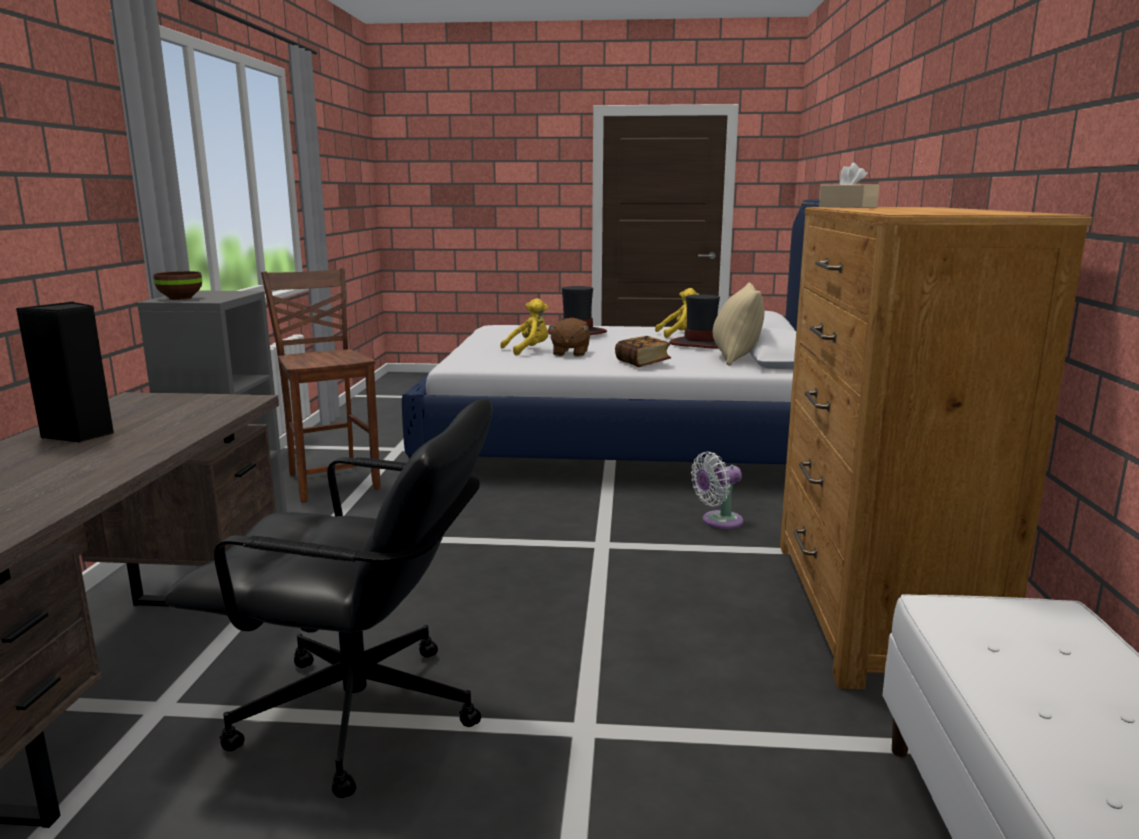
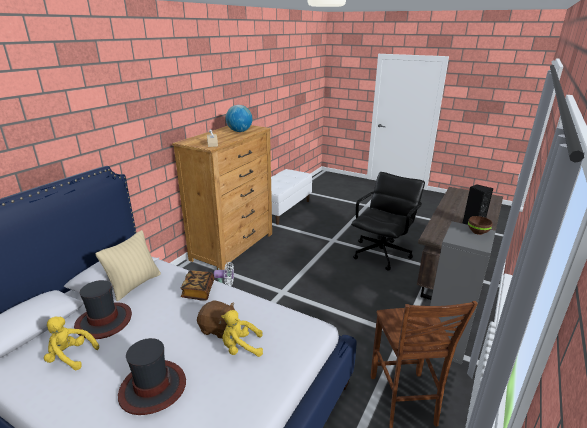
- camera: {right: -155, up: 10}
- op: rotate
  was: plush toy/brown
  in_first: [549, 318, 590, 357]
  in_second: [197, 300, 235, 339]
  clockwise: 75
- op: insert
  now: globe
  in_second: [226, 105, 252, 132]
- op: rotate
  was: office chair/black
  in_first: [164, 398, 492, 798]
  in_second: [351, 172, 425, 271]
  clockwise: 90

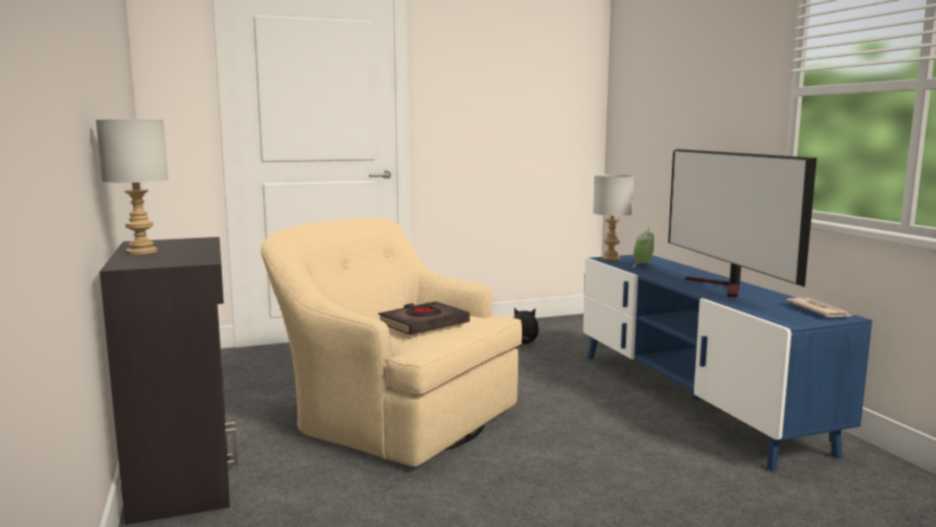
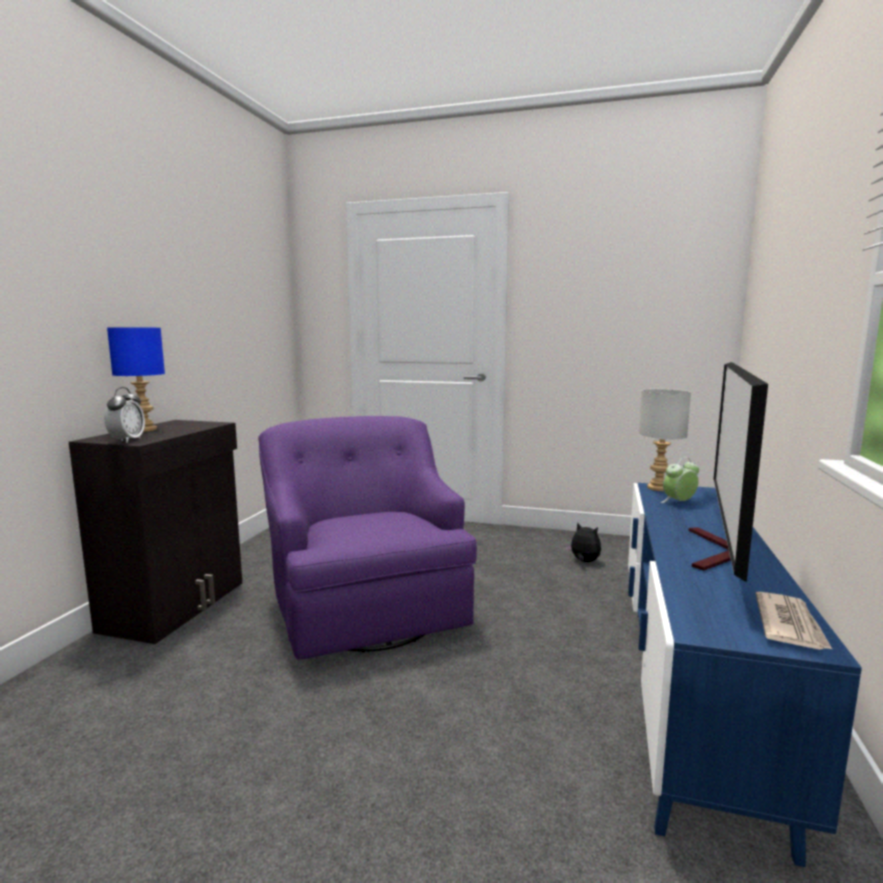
- camera: {right: 35, up: 0}
- op: insert
  now: alarm clock
  in_second: [104, 387, 145, 443]
- op: recolor
  was: table lamp/grey
  now: table lamp/blue
  in_first: [96, 120, 168, 255]
  in_second: [107, 327, 165, 432]
- op: recolor
  was: armchair/beige
  now: armchair/purple
  in_first: [260, 217, 522, 467]
  in_second: [258, 416, 477, 660]
- op: delete
  was: book/black
  in_first: [378, 301, 470, 335]

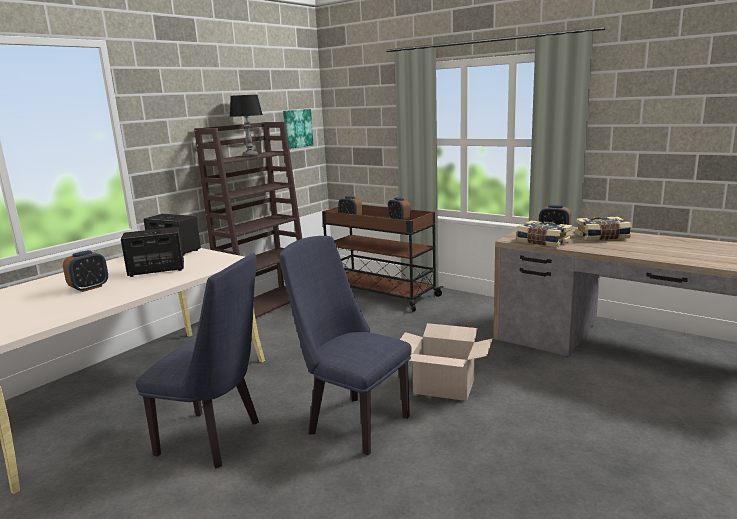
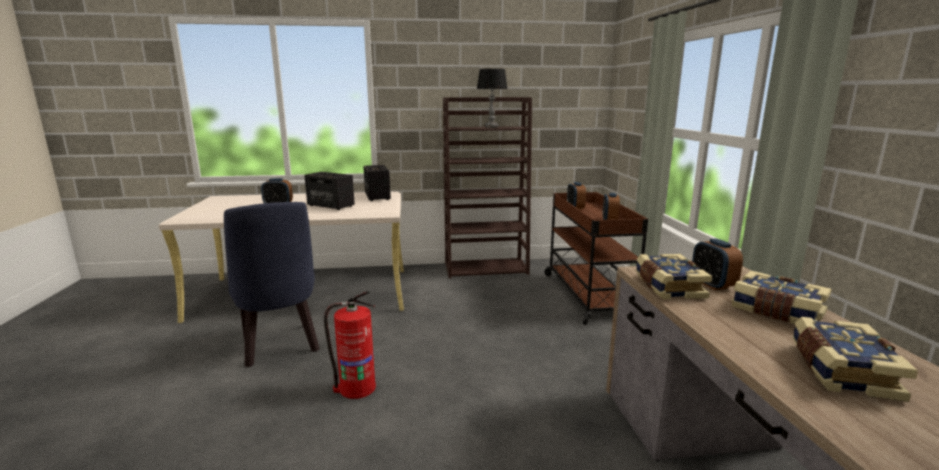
- camera: {right: 45, up: 0}
- op: replace
  was: chair/blue
  now: fire extinguisher
  in_first: [279, 236, 412, 455]
  in_second: [324, 291, 376, 399]
- op: insert
  now: book
  in_second: [792, 317, 918, 402]
- op: delete
  was: picture
  in_first: [283, 109, 314, 149]
- op: delete
  was: cardboard box
  in_first: [400, 323, 493, 401]

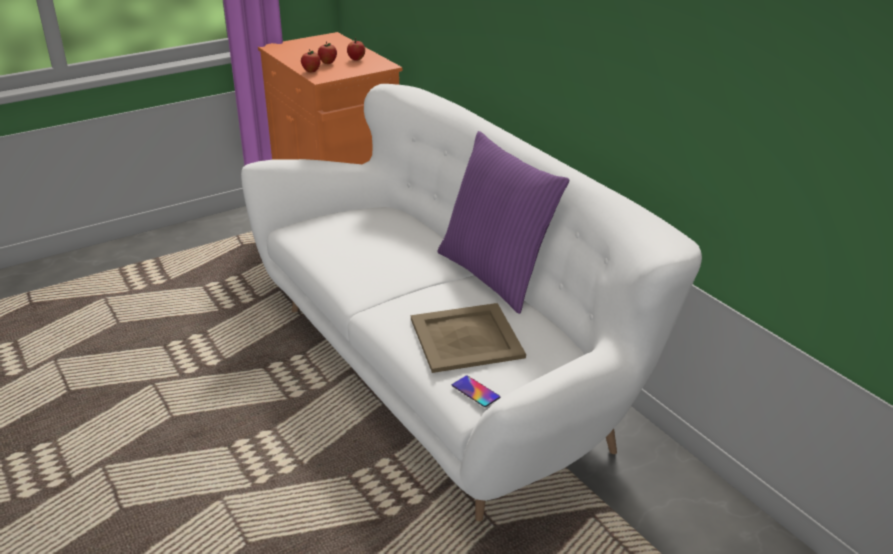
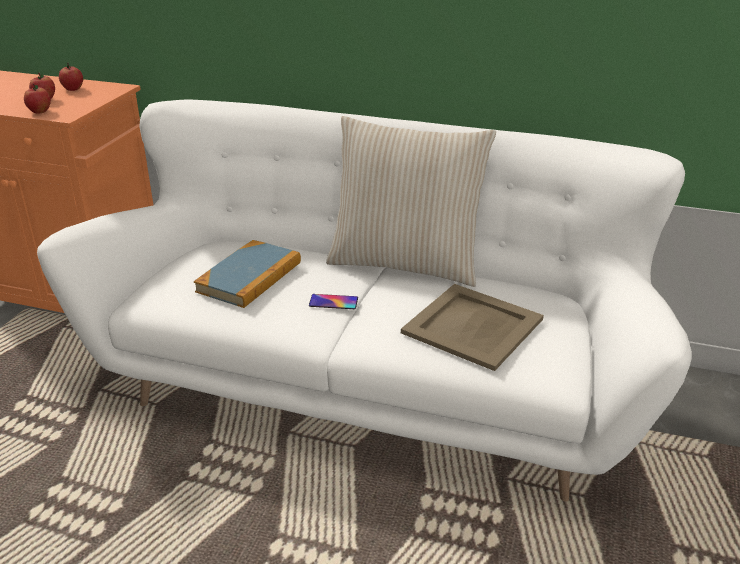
- camera: {right: -40, up: 0}
- op: insert
  now: book
  in_second: [194, 240, 301, 308]
- op: move
  was: phone
  in_first: [452, 376, 501, 407]
  in_second: [309, 294, 358, 309]
- op: recolor
  was: pillow/purple
  now: pillow/beige
  in_first: [438, 131, 569, 314]
  in_second: [326, 116, 496, 287]

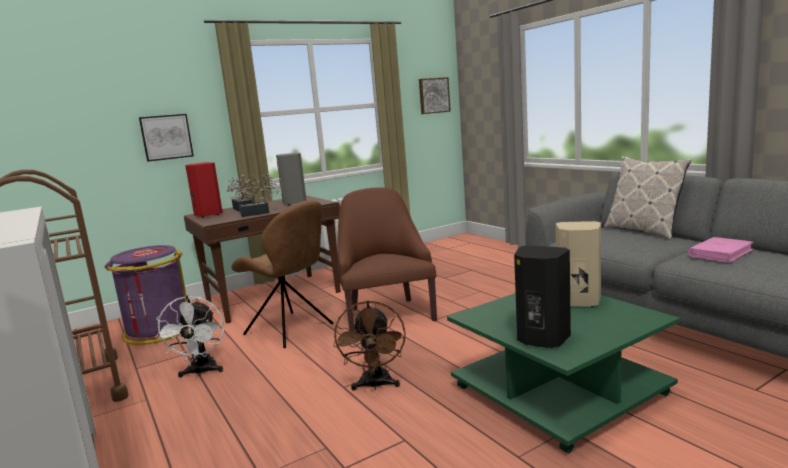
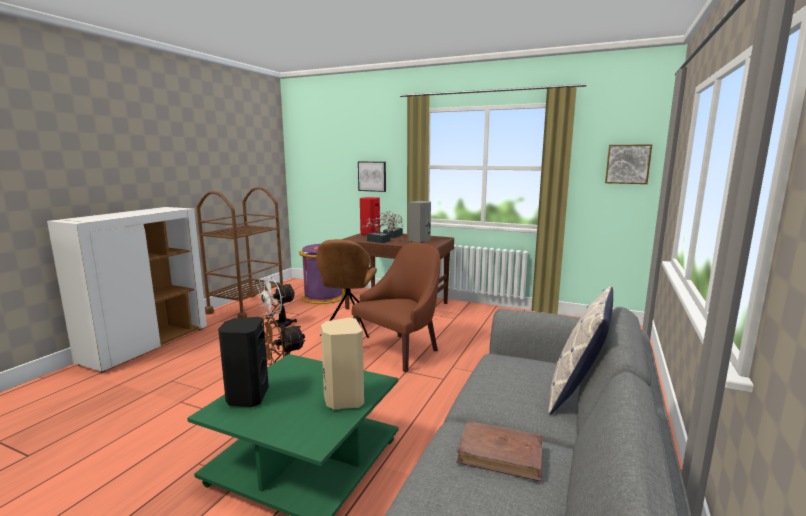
- camera: {right: 55, up: 0}
- op: recolor
  was: book/pink
  now: book/brown
  in_first: [688, 237, 754, 263]
  in_second: [456, 421, 543, 482]

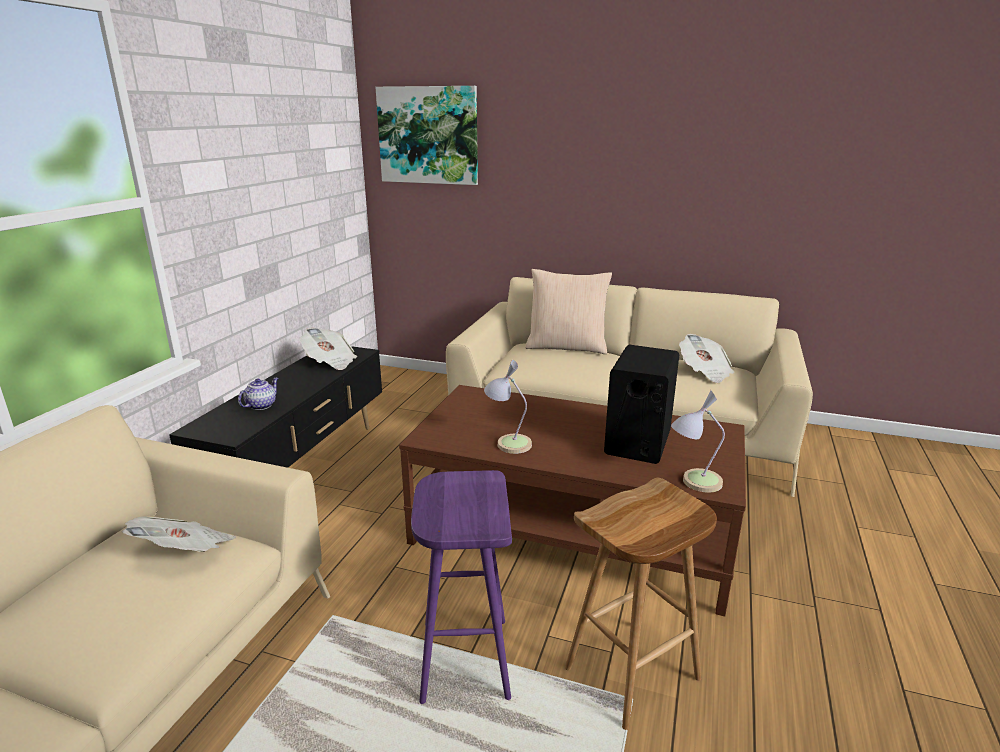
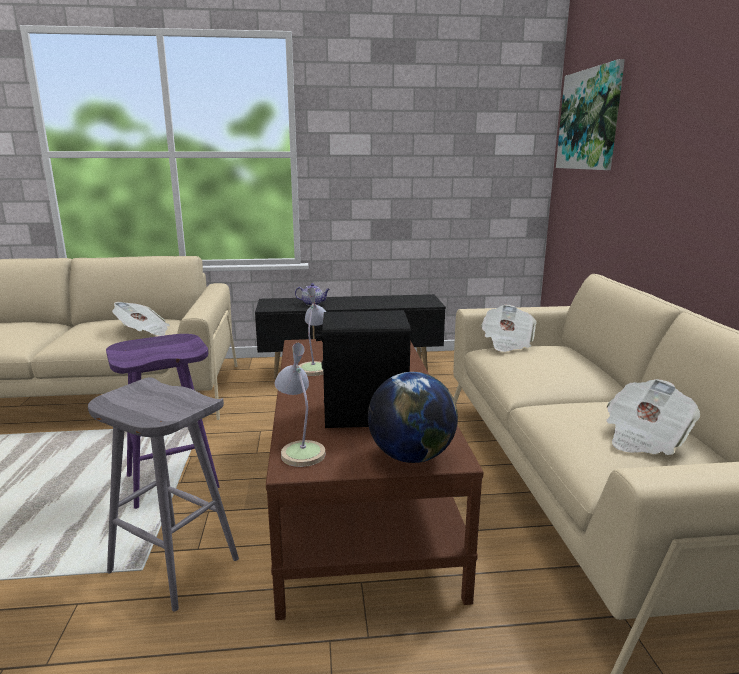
- camera: {right: 65, up: -5}
- op: recolor
  was: stool/brown
  now: stool/grey
  in_first: [565, 478, 717, 730]
  in_second: [88, 377, 239, 611]
- op: insert
  now: globe
  in_second: [368, 372, 458, 463]
- op: move
  was: newspaper
  in_first: [300, 327, 357, 370]
  in_second: [481, 305, 537, 352]
- op: delete
  was: pillow/beige
  in_first: [525, 269, 612, 354]

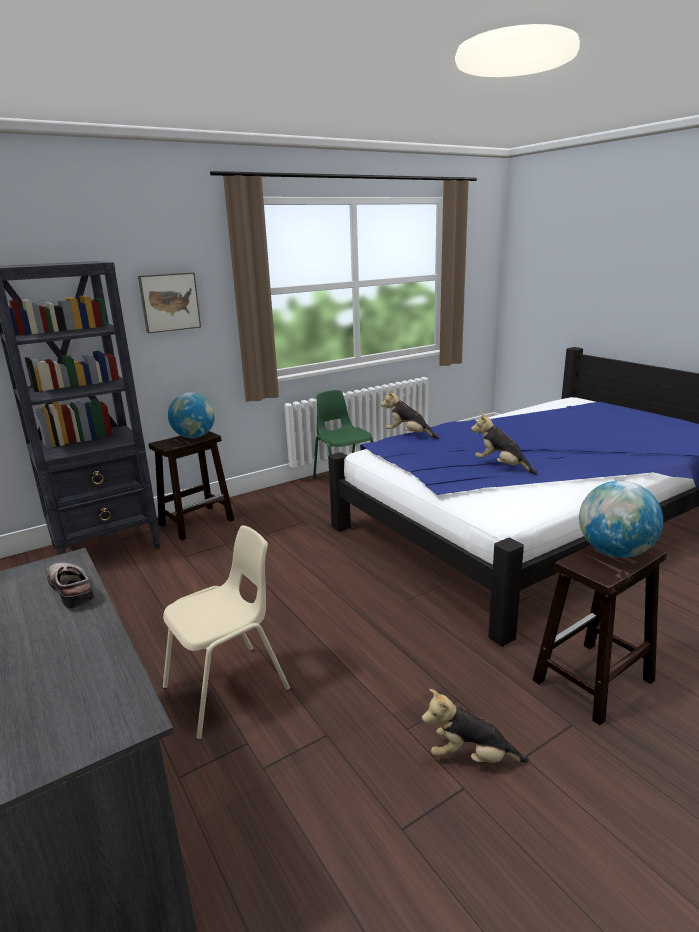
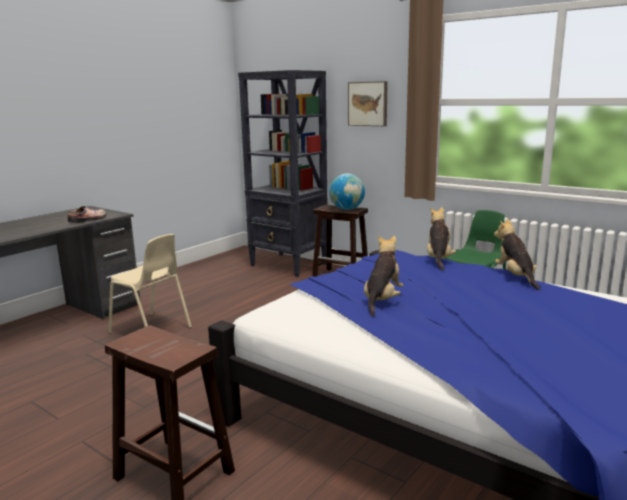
- camera: {right: 70, up: -5}
- op: move
  was: plush toy
  in_first: [422, 689, 529, 763]
  in_second: [494, 219, 541, 290]
- op: delete
  was: globe
  in_first: [579, 481, 663, 558]

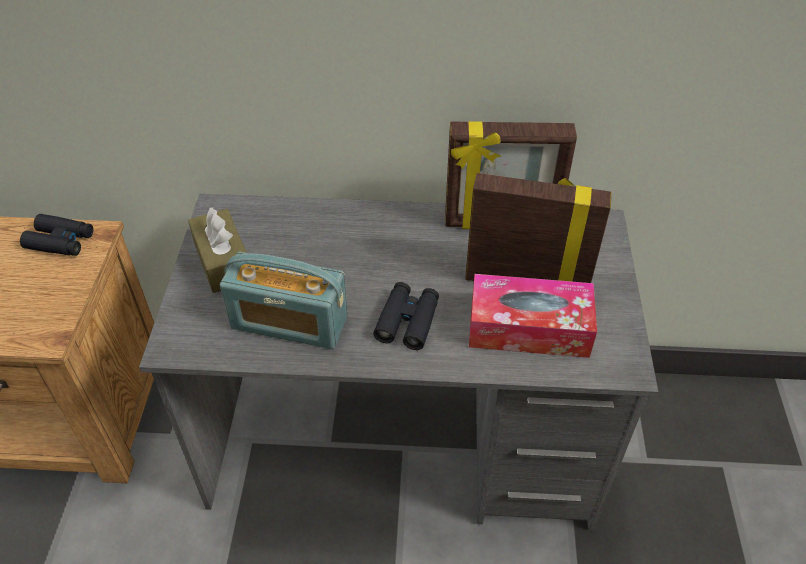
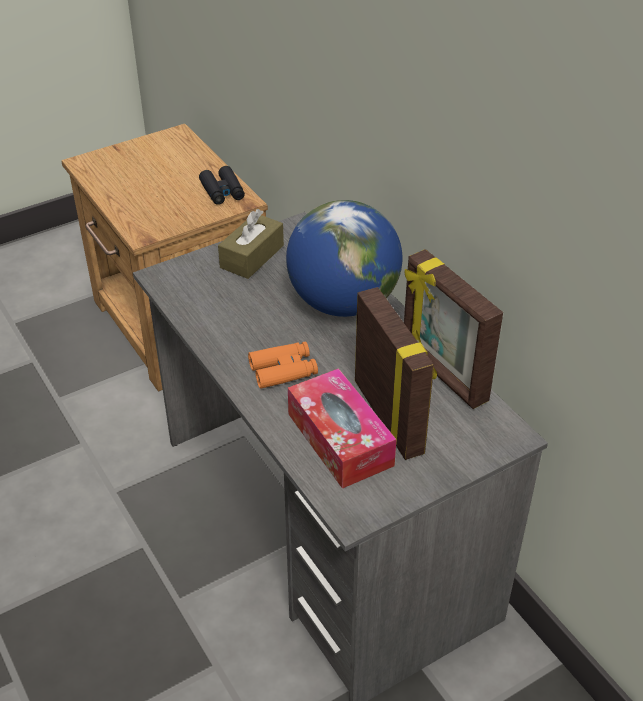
- camera: {right: 55, up: -5}
- op: recolor
  was: binoculars/black
  now: binoculars/orange
  in_first: [373, 282, 439, 350]
  in_second: [248, 342, 318, 389]
- op: insert
  now: globe
  in_second: [286, 200, 402, 317]
- op: delete
  was: radio
  in_first: [220, 252, 348, 349]

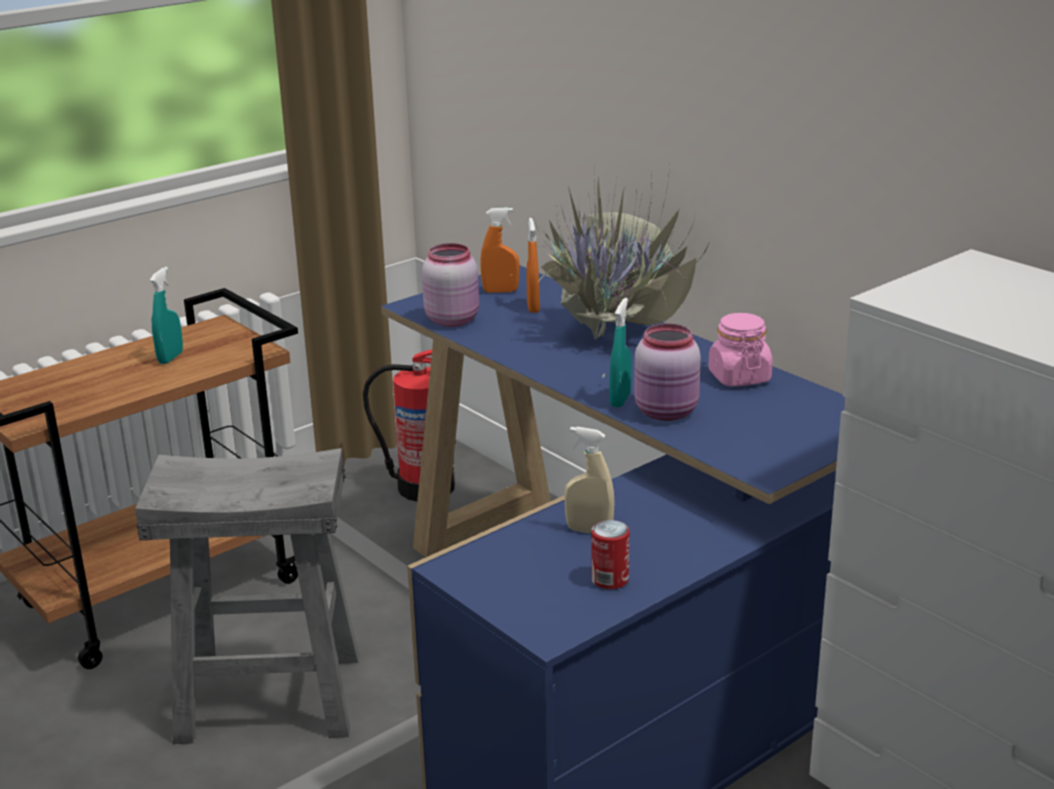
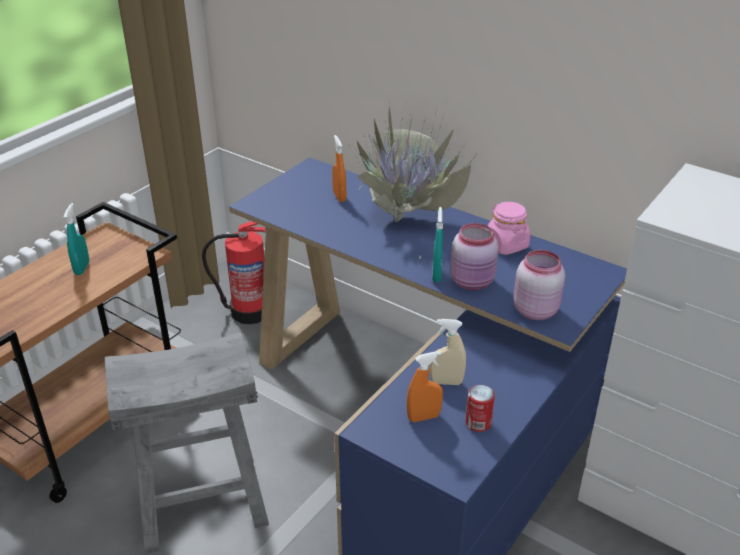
- camera: {right: -15, up: 10}
- op: move
  was: spray bottle/orange
  in_first: [480, 207, 520, 293]
  in_second: [407, 351, 443, 422]
- op: move
  was: jar/pink
  in_first: [422, 243, 479, 327]
  in_second: [513, 250, 565, 320]

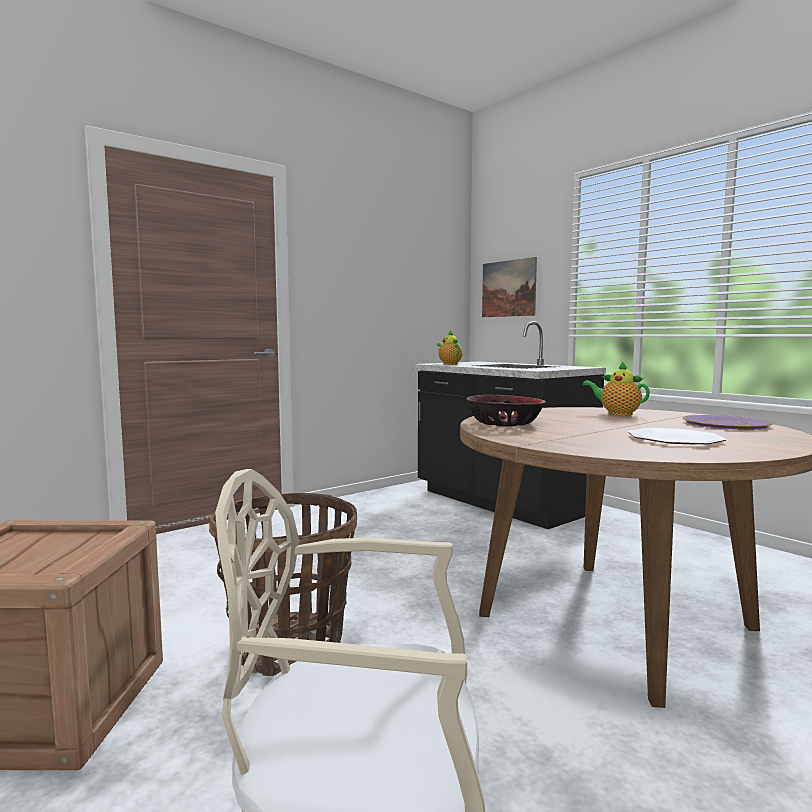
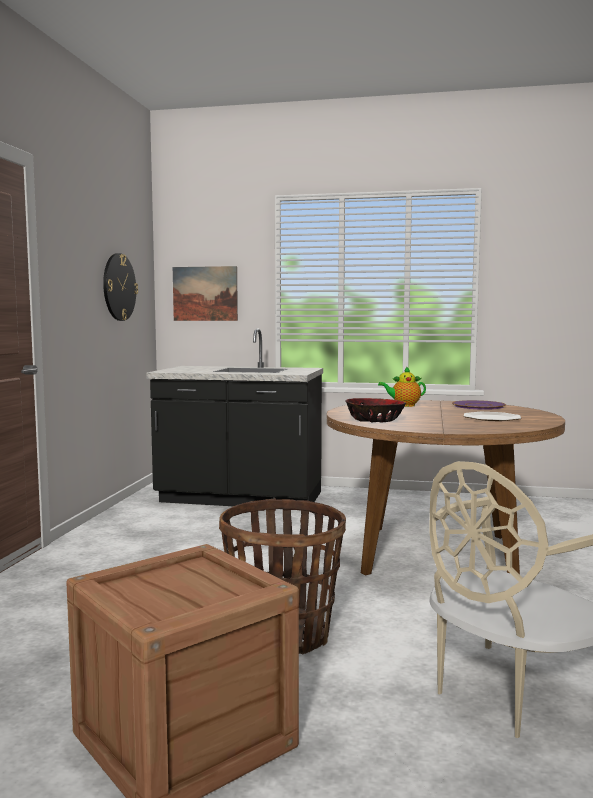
- camera: {right: -40, up: 0}
- op: insert
  now: wall clock
  in_second: [103, 253, 138, 321]
- op: delete
  was: teapot
  in_first: [437, 330, 463, 365]

